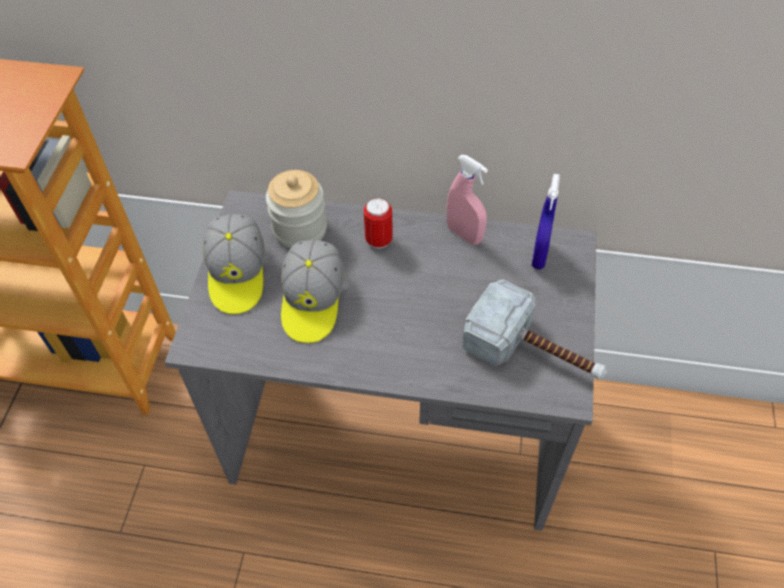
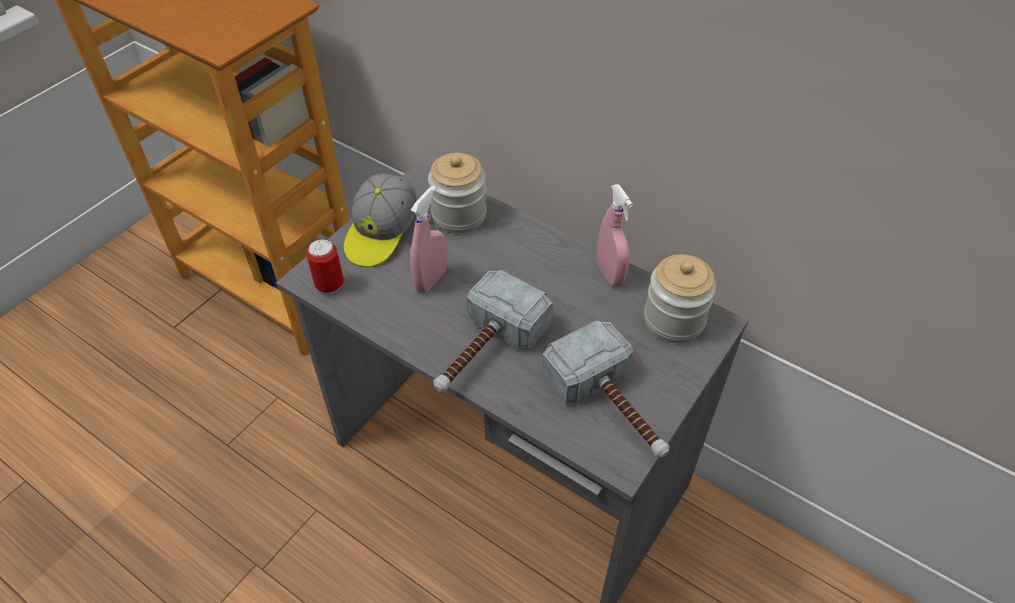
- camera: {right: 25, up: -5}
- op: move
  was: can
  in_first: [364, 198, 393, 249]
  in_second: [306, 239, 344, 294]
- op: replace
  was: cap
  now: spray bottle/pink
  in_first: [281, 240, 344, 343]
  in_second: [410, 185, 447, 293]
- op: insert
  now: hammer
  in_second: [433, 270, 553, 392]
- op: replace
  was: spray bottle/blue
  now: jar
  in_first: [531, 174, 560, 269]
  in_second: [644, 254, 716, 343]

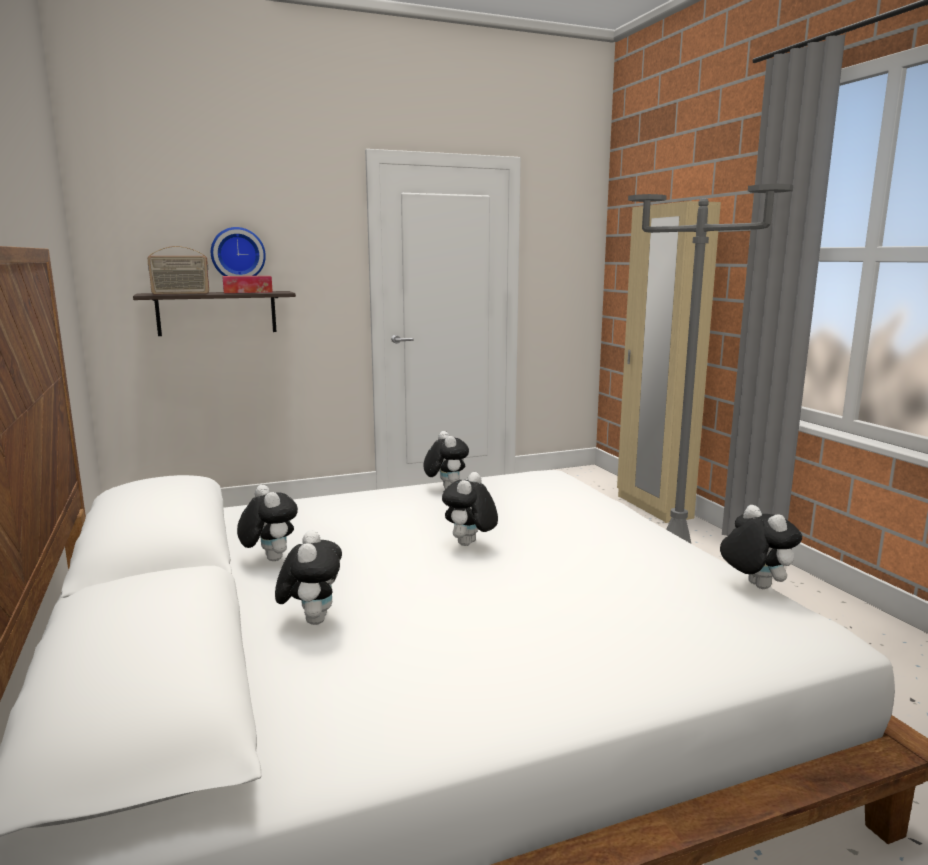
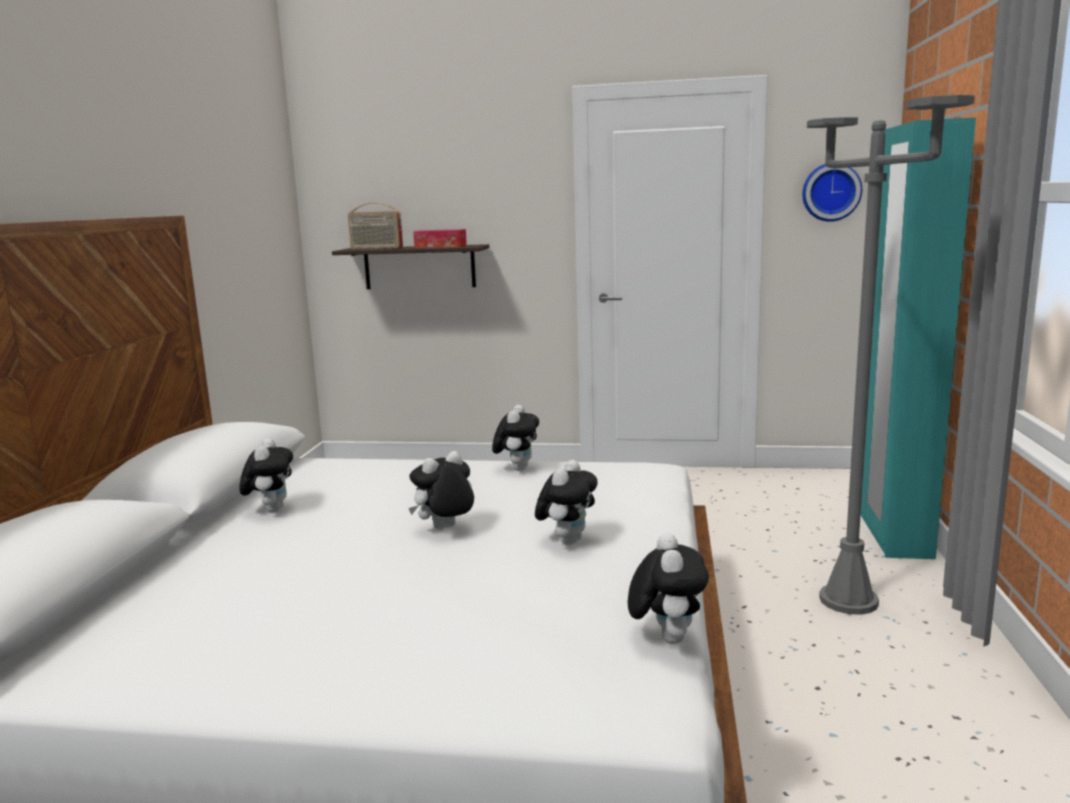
- camera: {right: 30, up: 0}
- op: move
  was: plush toy
  in_first: [275, 530, 342, 625]
  in_second: [535, 460, 598, 545]
- op: move
  was: wall clock
  in_first: [211, 227, 266, 276]
  in_second: [802, 164, 862, 222]
- op: recolor
  was: wardrobe/beige
  now: wardrobe/turquoise
  in_first: [617, 201, 721, 523]
  in_second: [861, 118, 976, 559]

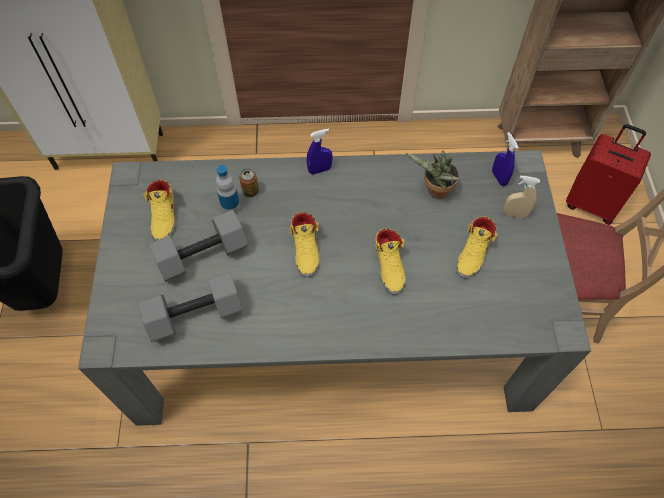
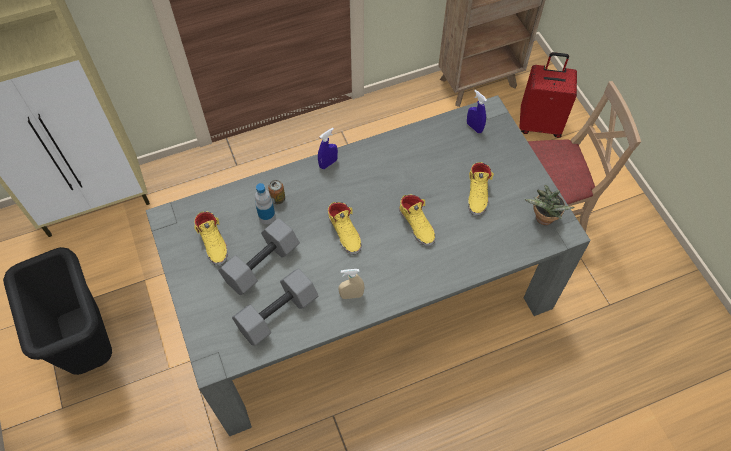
- camera: {right: -20, up: 0}
- op: move
  was: spray bottle/beige
  in_first: [503, 175, 540, 219]
  in_second: [338, 269, 365, 299]
- op: move
  was: potted plant
  in_first: [406, 150, 461, 199]
  in_second: [524, 185, 575, 225]

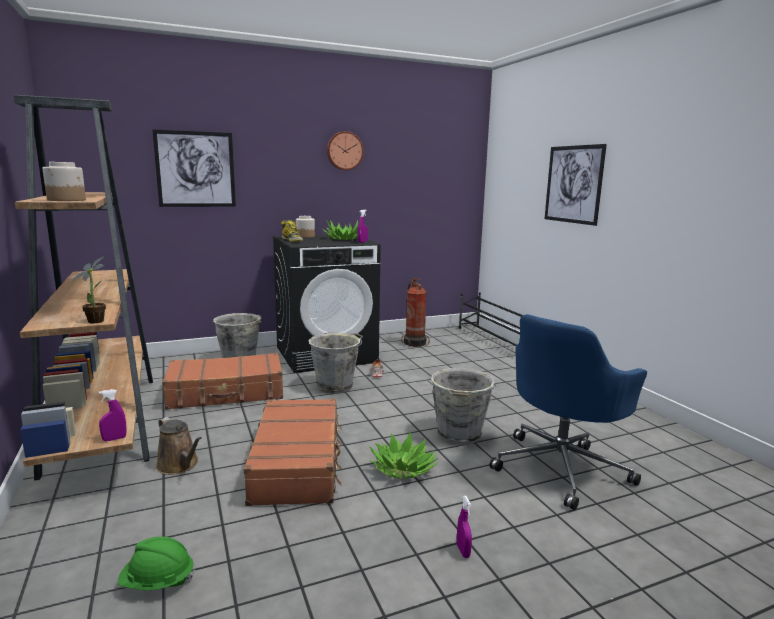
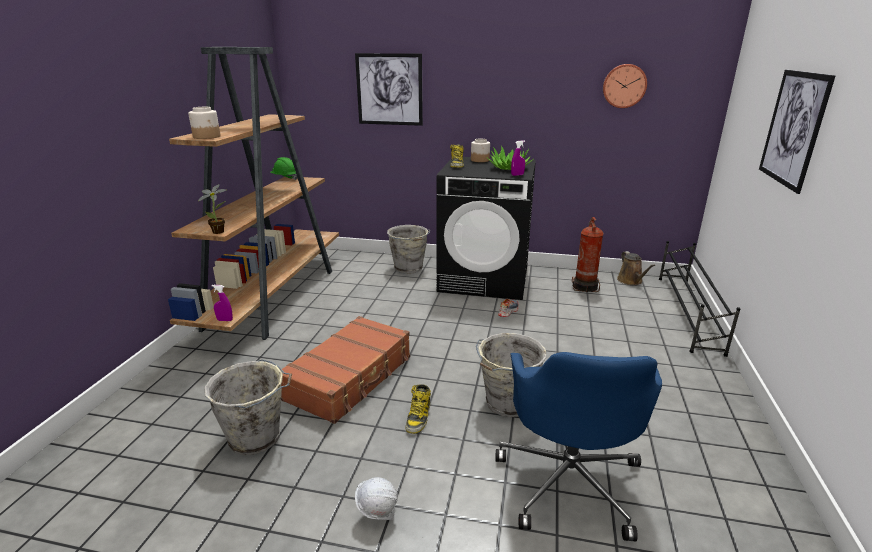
- camera: {right: 35, up: 10}
- op: move
  was: bucket/grey
  in_first: [309, 332, 363, 394]
  in_second: [204, 359, 292, 455]
- op: move
  was: hard hat/green
  in_first: [118, 537, 195, 590]
  in_second: [270, 157, 297, 180]
- op: replace
  was: spray bottle/purple
  now: hard hat/white
  in_first: [457, 496, 472, 558]
  in_second: [355, 477, 398, 520]
- op: replace
  was: potted plant
  now: boot
  in_first: [369, 432, 438, 479]
  in_second: [406, 384, 431, 434]
- op: rotate
  was: office chair/blue
  in_first: [490, 314, 647, 510]
  in_second: [496, 352, 662, 541]
  clockwise: -75
- op: move
  was: wall clock
  in_first: [327, 131, 364, 170]
  in_second: [603, 64, 647, 108]
- op: move
  was: watering can/brown
  in_first: [156, 417, 202, 475]
  in_second: [617, 251, 655, 285]
- op: delete
  was: suitcase/brown
  in_first: [162, 353, 283, 410]

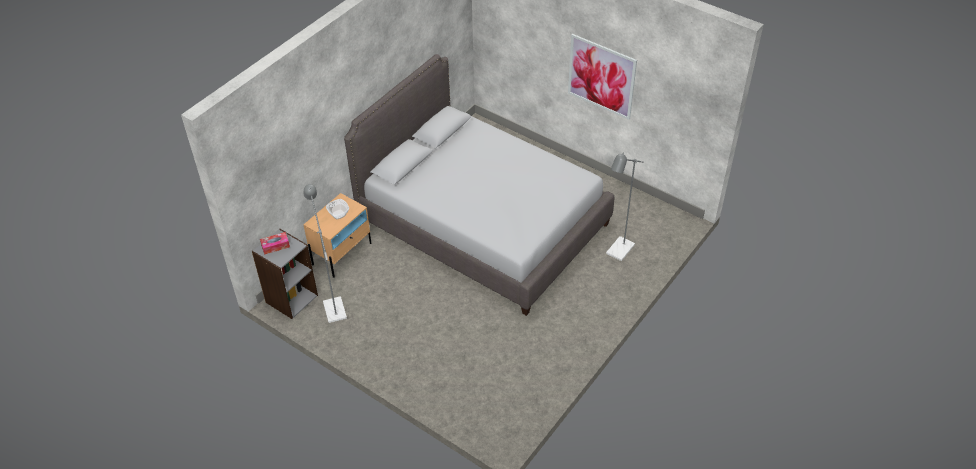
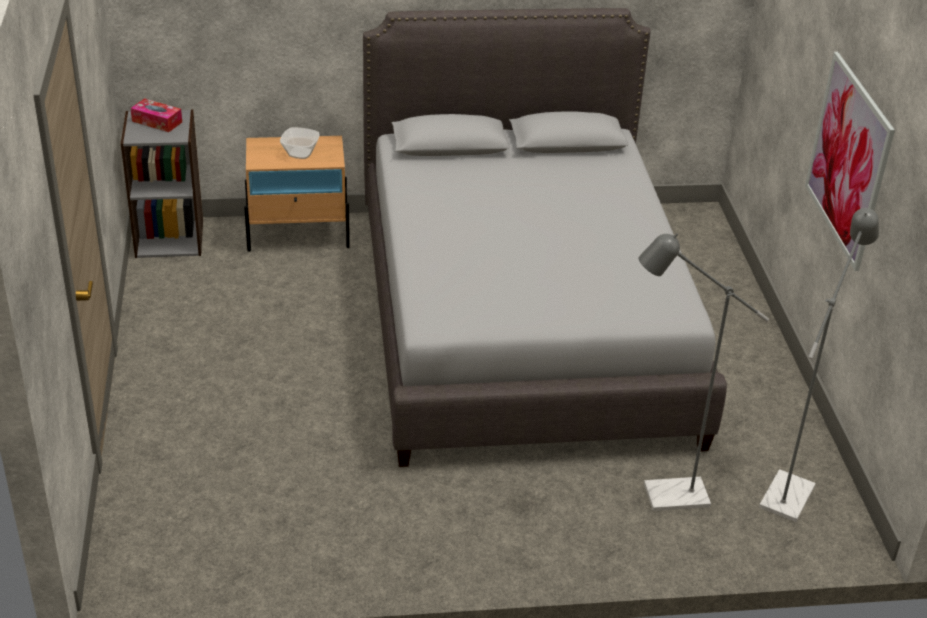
- camera: {right: 45, up: -10}
- op: move
  was: floor lamp/grey
  in_first: [303, 184, 347, 323]
  in_second: [759, 208, 879, 522]

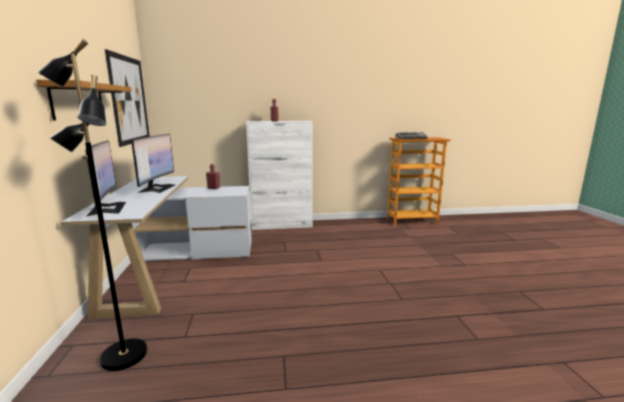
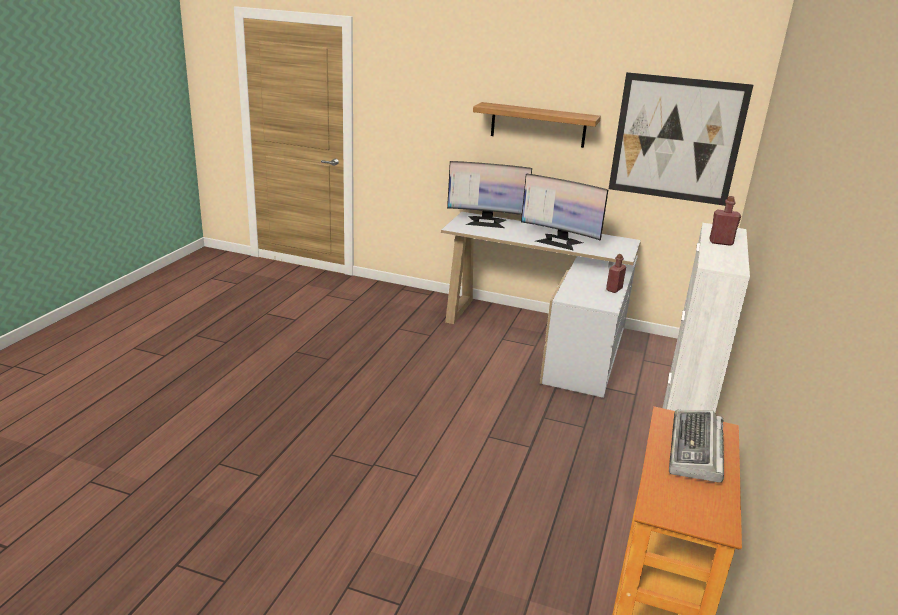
- camera: {right: 115, up: 10}
- op: delete
  was: floor lamp/black
  in_first: [38, 39, 147, 371]

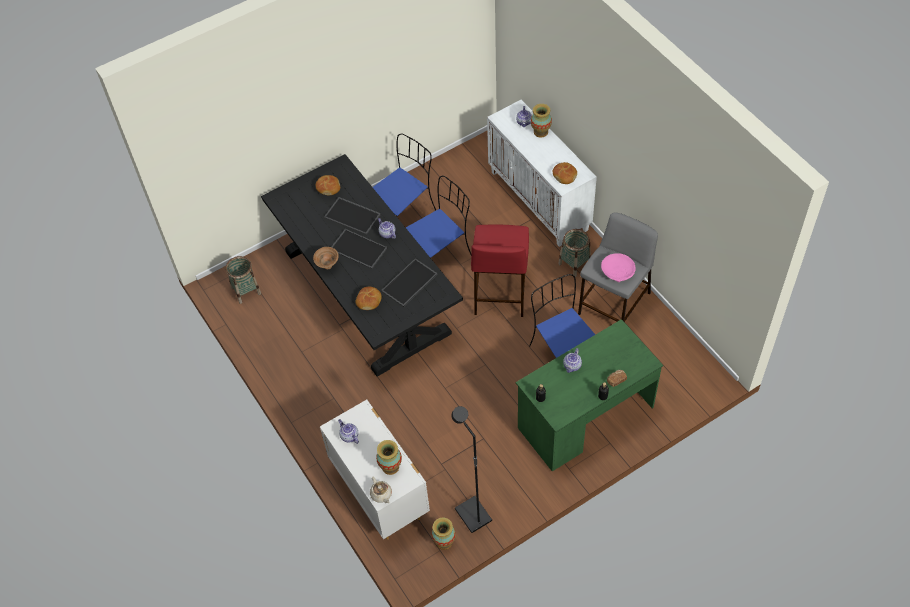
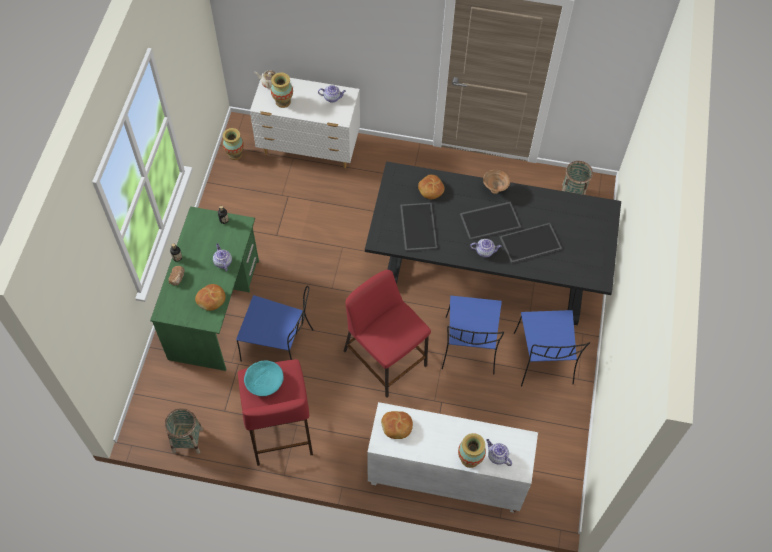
- camera: {right: 130, up: 5}
- op: move
  was: basket
  in_first: [558, 229, 591, 277]
  in_second: [165, 408, 203, 454]
- op: move
  was: bread
  in_first: [316, 175, 340, 195]
  in_second: [195, 284, 226, 311]
- op: recolor
  was: stool/grey
  now: stool/red
  in_first: [578, 212, 658, 322]
  in_second: [238, 359, 313, 466]
- op: recolor
  was: bowl/pink
  now: bowl/turquoise
  in_first: [601, 253, 636, 282]
  in_second: [244, 360, 283, 396]
- op: delete
  was: floor lamp/black
  in_first: [451, 406, 492, 533]

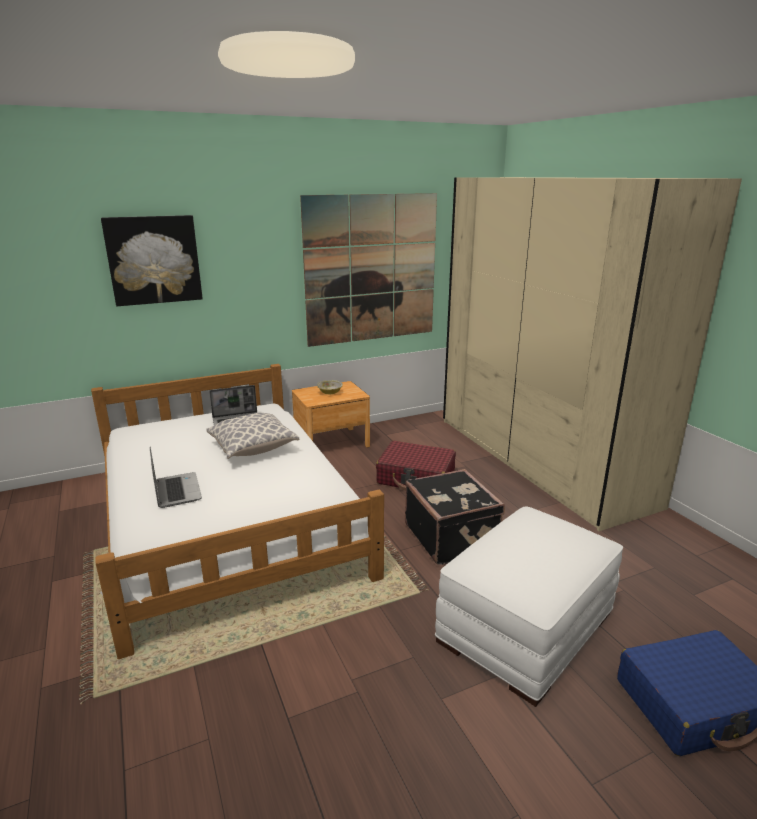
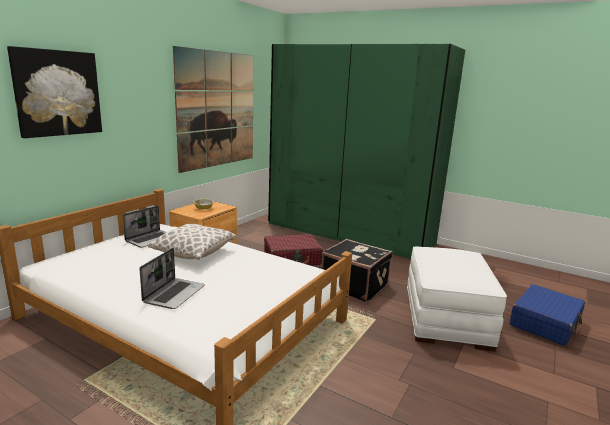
- camera: {right: -35, up: -5}
- op: rotate
  was: laptop
  in_first: [150, 447, 202, 508]
  in_second: [139, 248, 205, 309]
  clockwise: 75
- op: recolor
  was: wardrobe/beige
  now: wardrobe/green
  in_first: [443, 177, 742, 531]
  in_second: [268, 44, 465, 259]

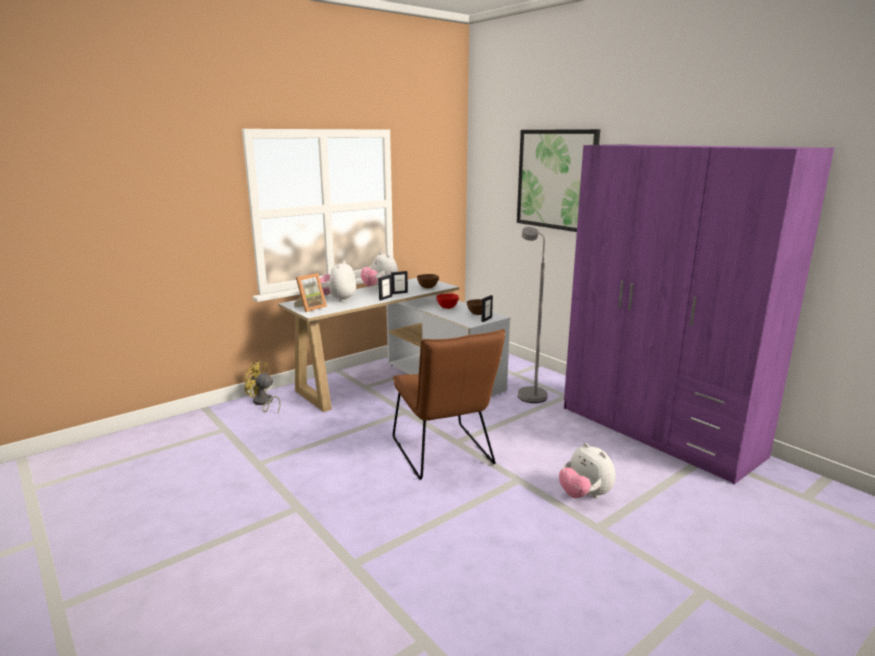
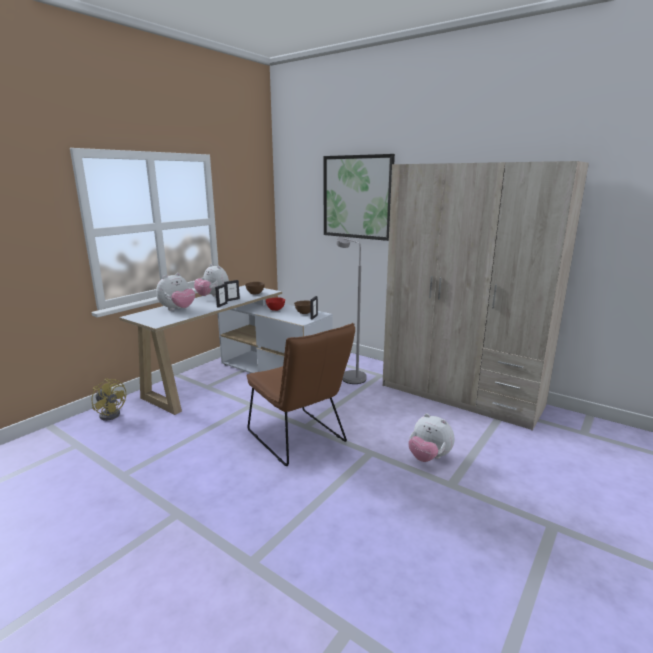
- camera: {right: -15, up: 0}
- op: rotate
  was: fan/yellow
  in_first: [244, 361, 281, 413]
  in_second: [91, 378, 126, 421]
  clockwise: -150
- op: rotate
  was: plush toy
  in_first: [320, 261, 356, 302]
  in_second: [156, 273, 195, 311]
  clockwise: -135
- op: recolor
  was: wardrobe/purple
  now: wardrobe/beige
  in_first: [564, 144, 834, 484]
  in_second: [383, 161, 589, 431]
- op: delete
  was: picture frame
  in_first: [294, 273, 327, 312]

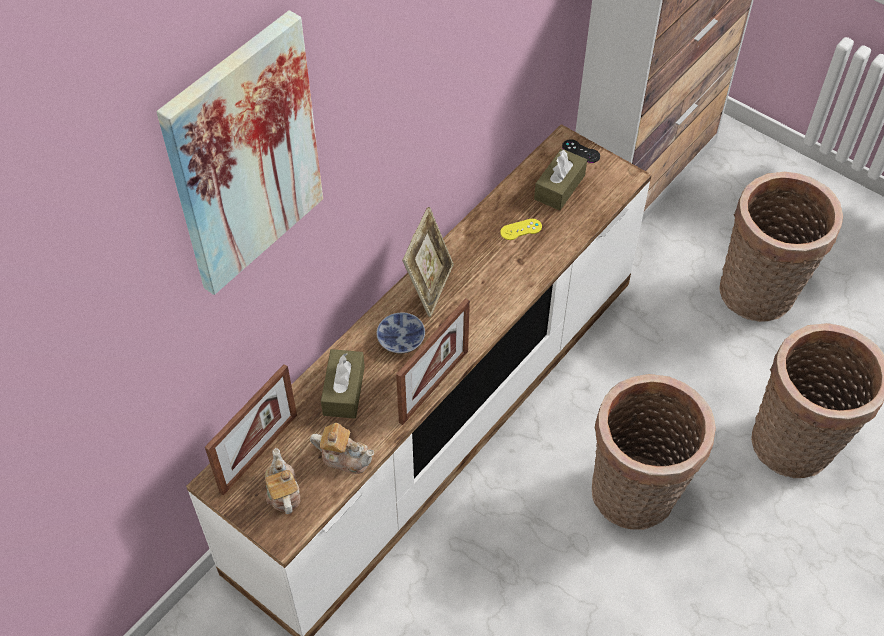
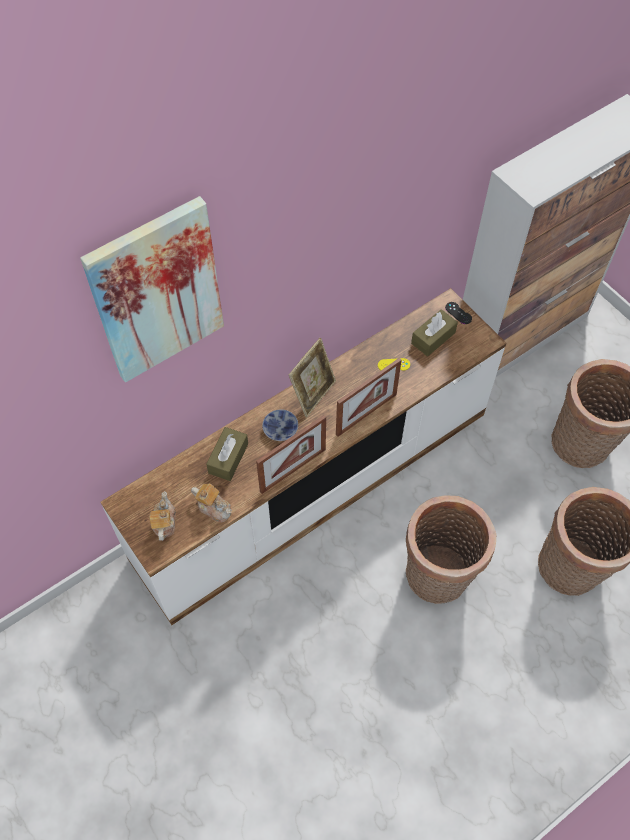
- camera: {right: 15, up: 5}
- op: move
  was: picture frame
  in_first: [205, 364, 297, 496]
  in_second: [336, 358, 402, 437]

